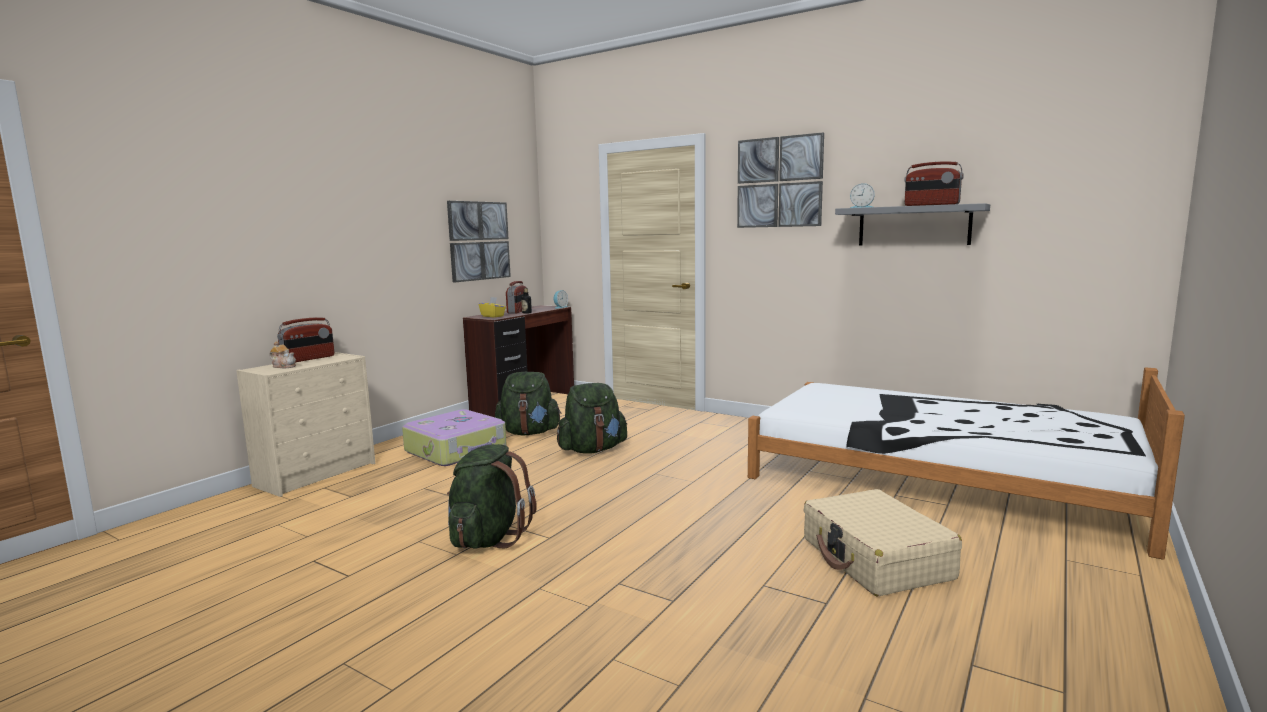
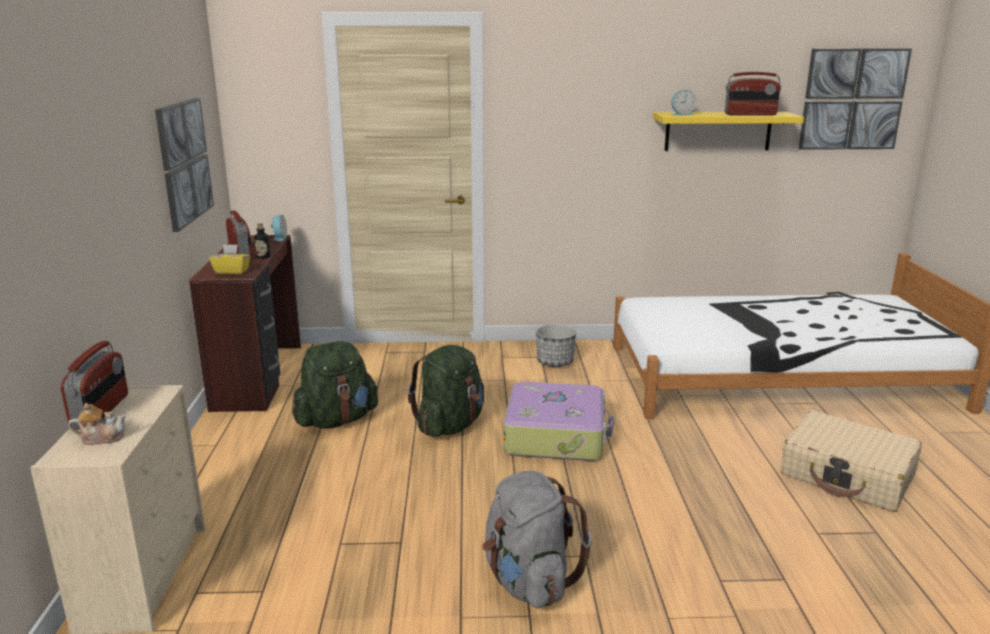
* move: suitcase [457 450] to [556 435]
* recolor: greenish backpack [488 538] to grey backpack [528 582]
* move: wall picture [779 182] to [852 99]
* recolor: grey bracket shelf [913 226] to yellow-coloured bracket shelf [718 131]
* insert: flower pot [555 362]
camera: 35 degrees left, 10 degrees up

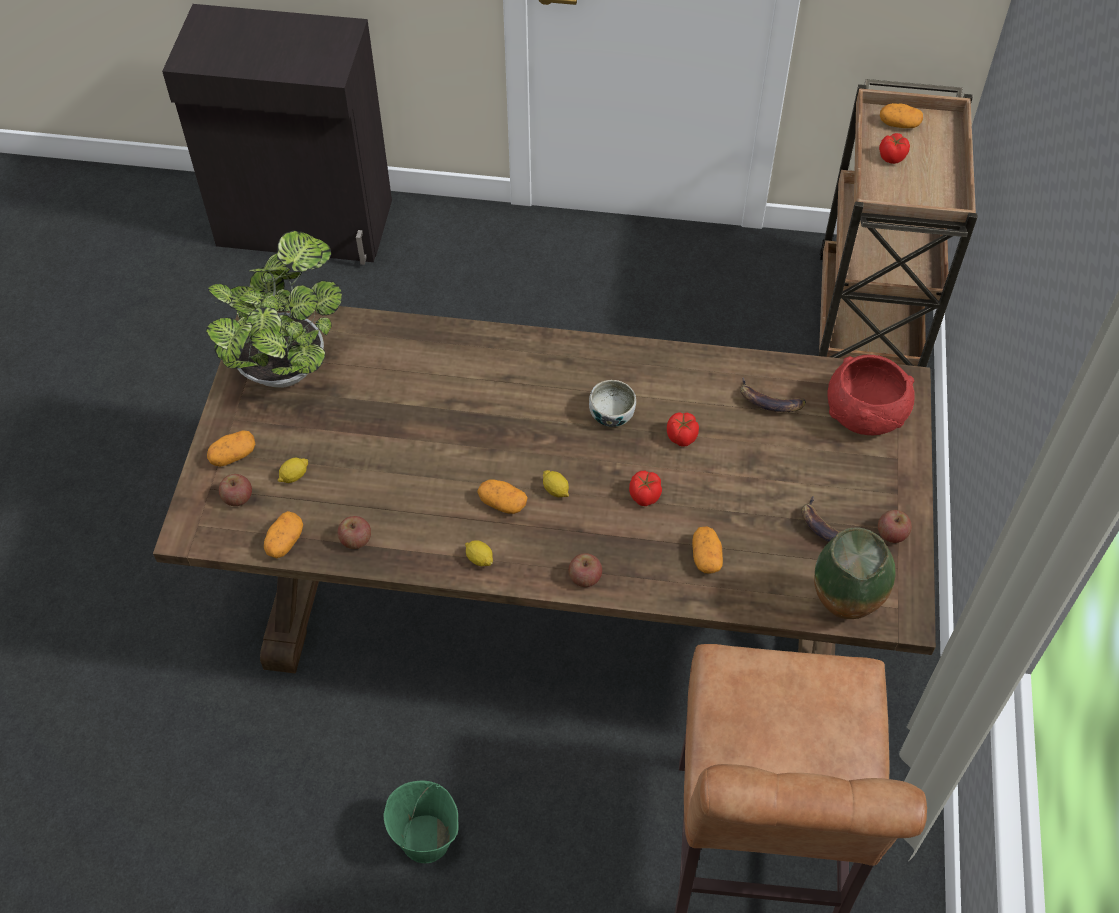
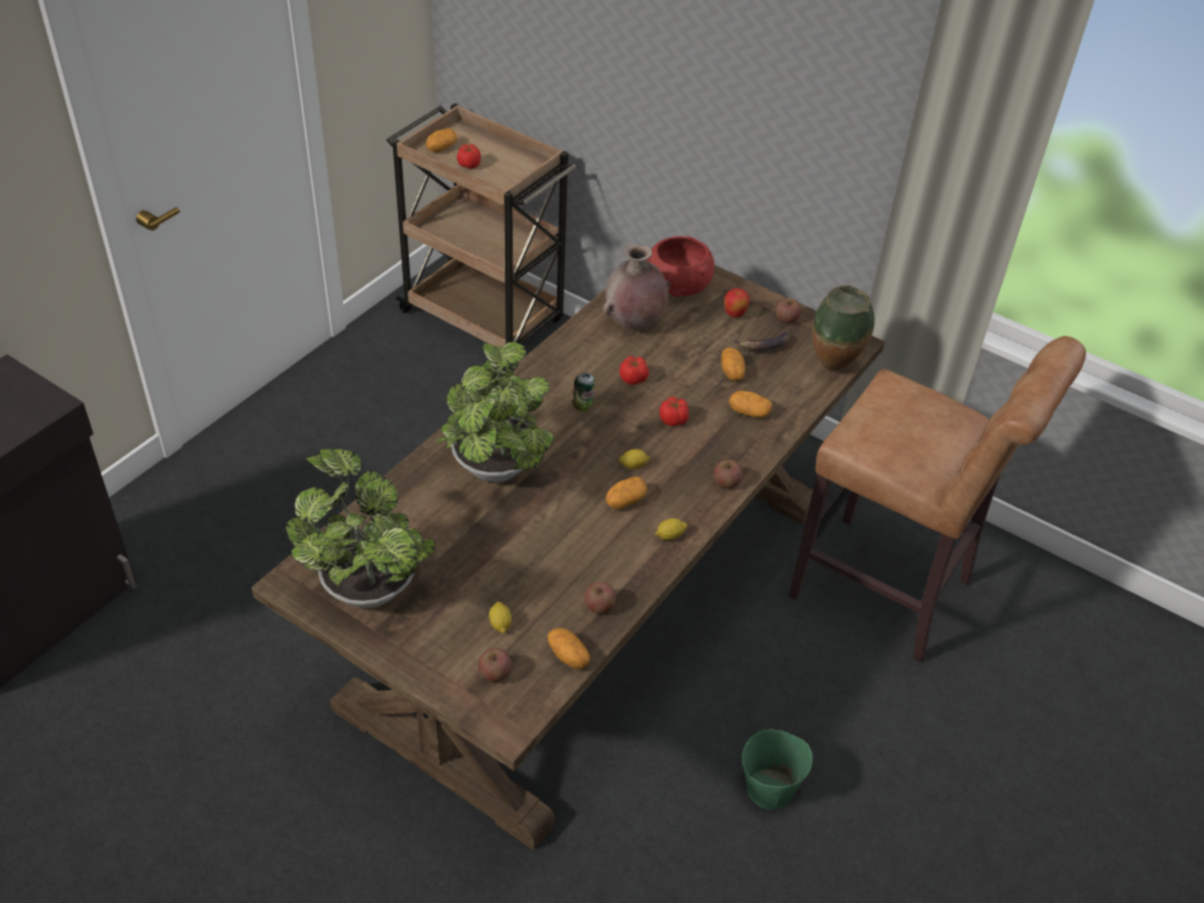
* move: whole potato [233 456] to [732 372]
* replace: deep dish [611 414] to metal can [583 405]
* replace: banana fruit [769 401] to brown-coloured decorative vase [634 323]
* insert: potted plant [495 472]
* insert: whole apple [734 315]
camera: 65 degrees left, 10 degrees down

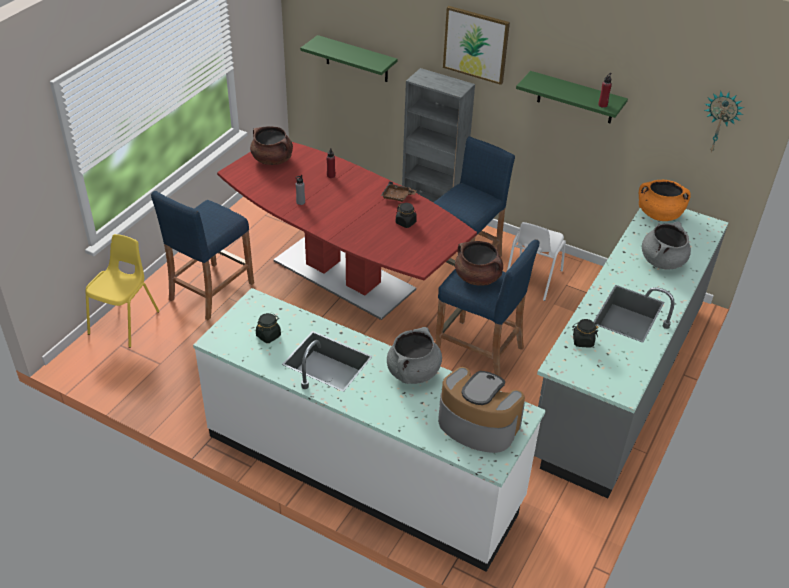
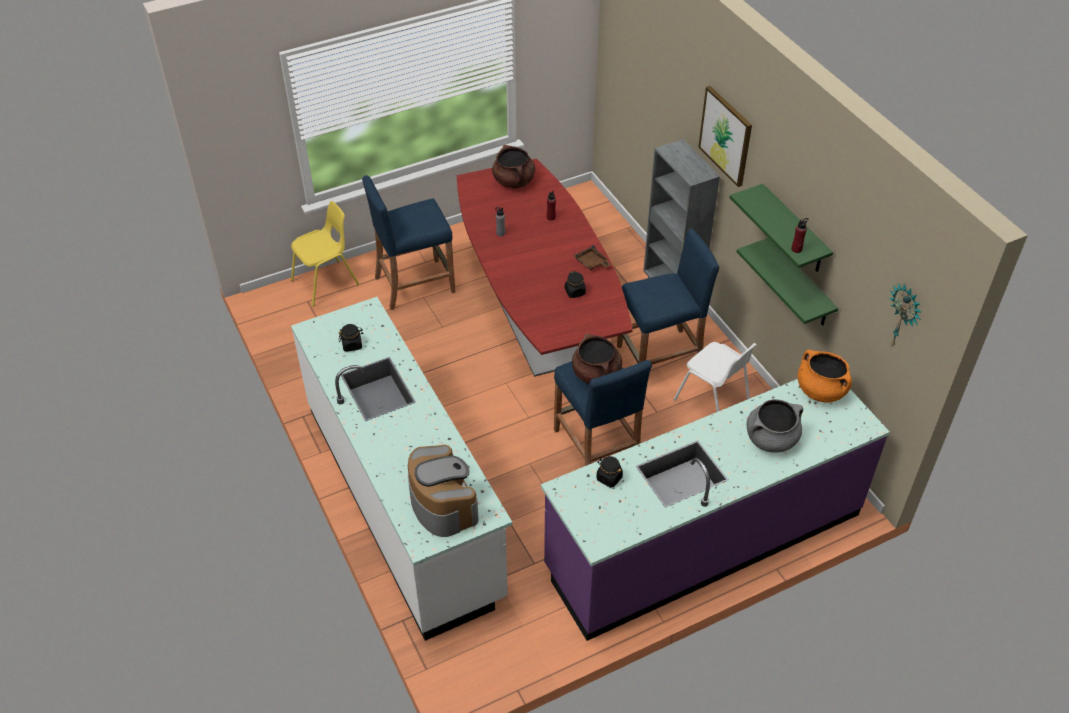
* move: greenish bracket shelf [356 59] to [799 284]
* delete: grey saucepot [413 372]
* rotate: whitish chair [532 279] = [712 402] 105 degrees counterclockwise
* recolor: grey counter [618 380] to purple counter [703 540]
camera: 35 degrees right, 5 degrees up

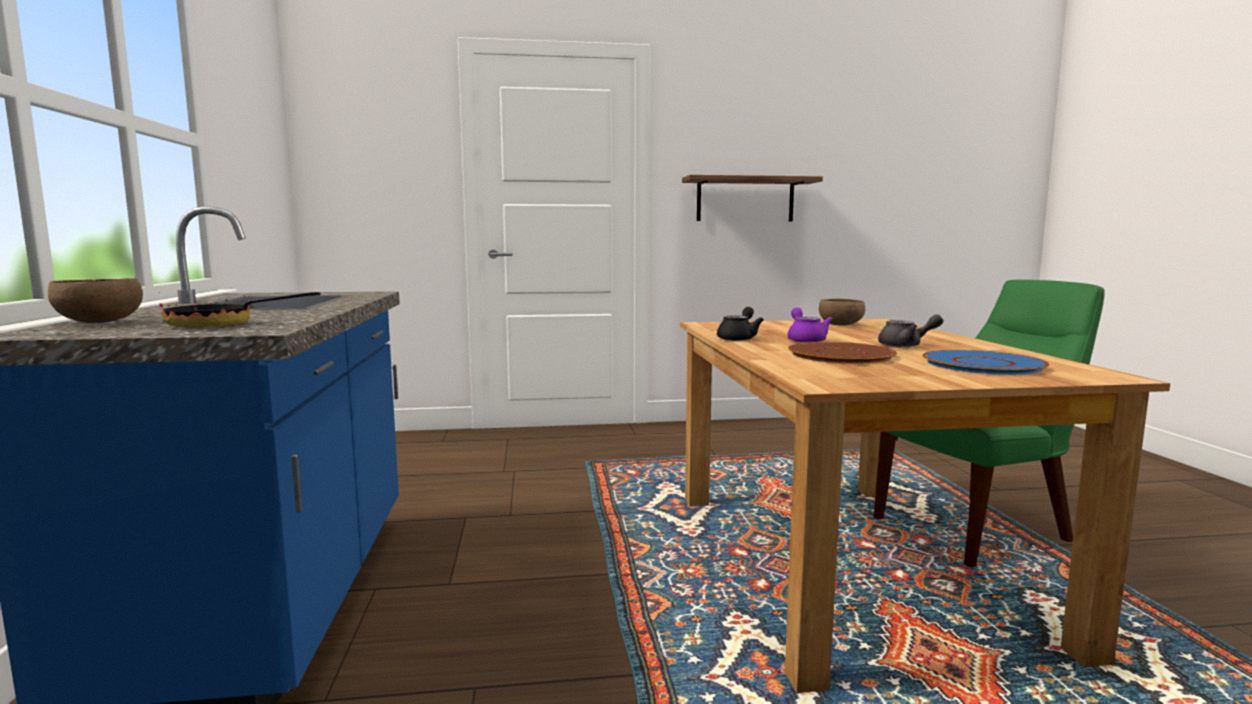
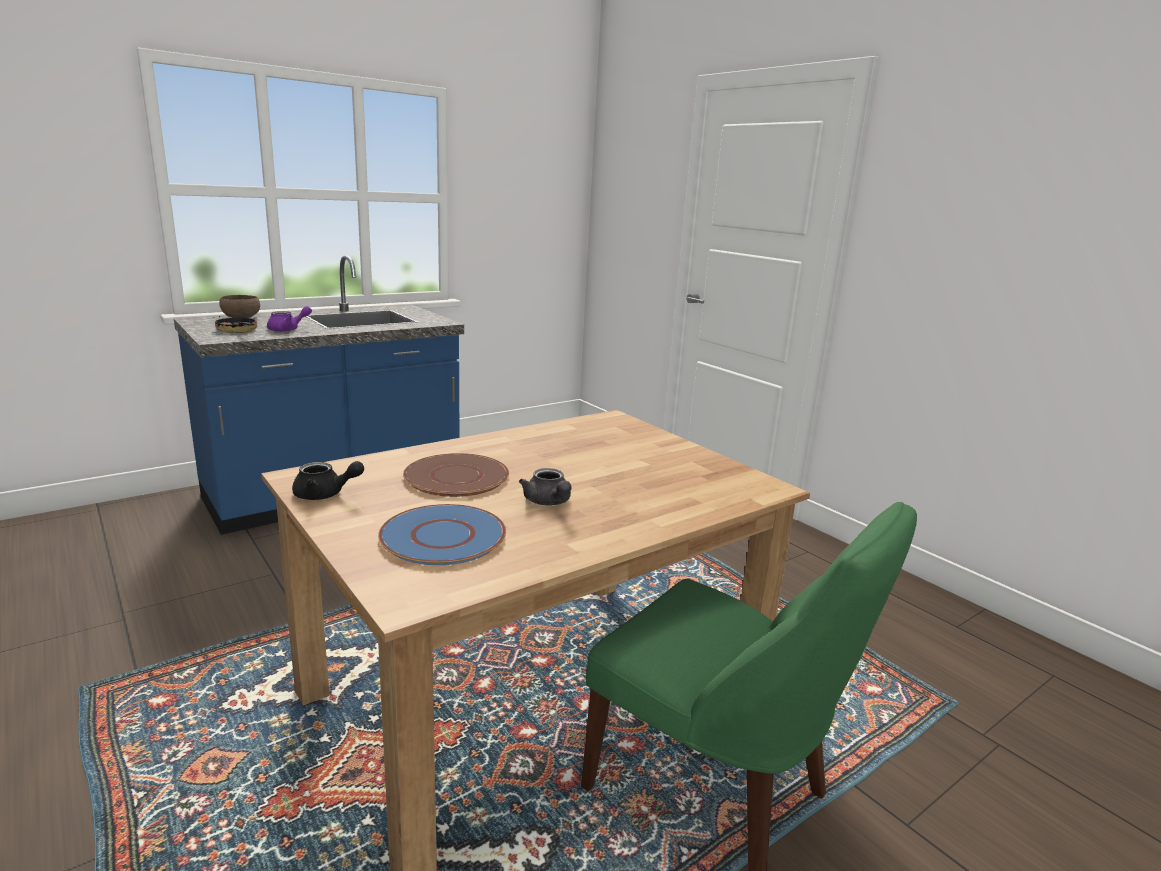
* delete: bracket shelf [745 200]
* move: blackish pot for tea [739 338] to [325 494]
* move: purple pot for tea [805 340] to [288 329]
* delete: brown-coloured deep dish [841 325]
camera: 60 degrees right, 10 degrees up

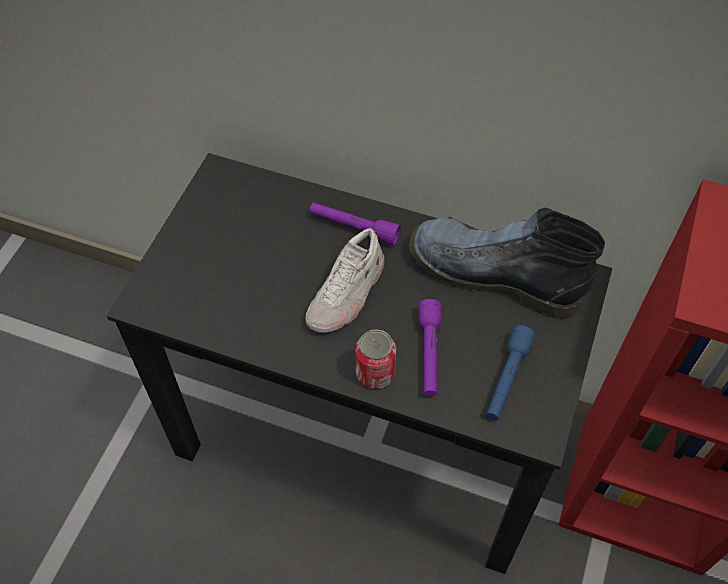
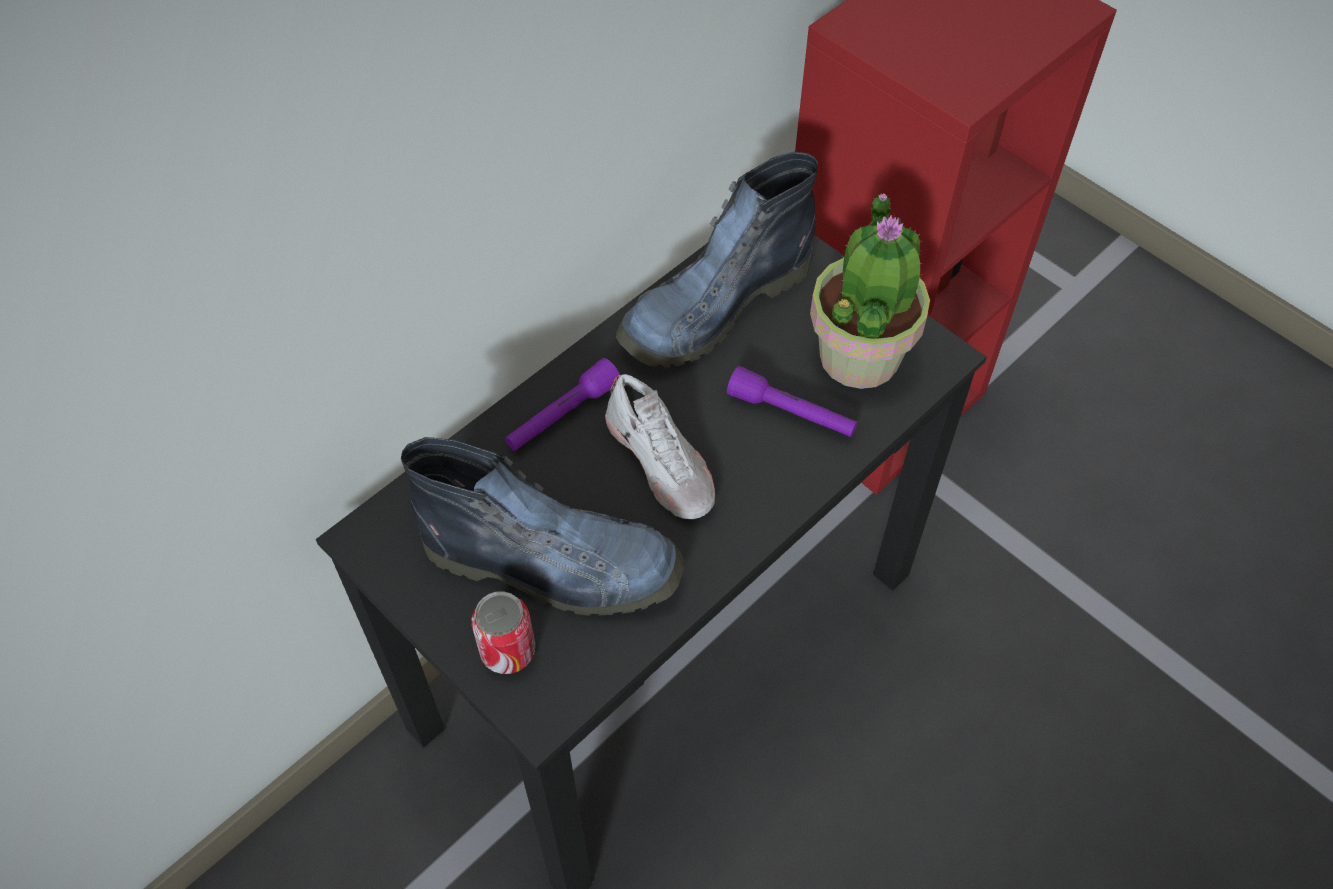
* move: metal can [375 373] to [507 650]
* replace: blue hand torch [507 379] to potted plant [860 355]
* insert: boot [556 562]
camera: 65 degrees left, 0 degrees up

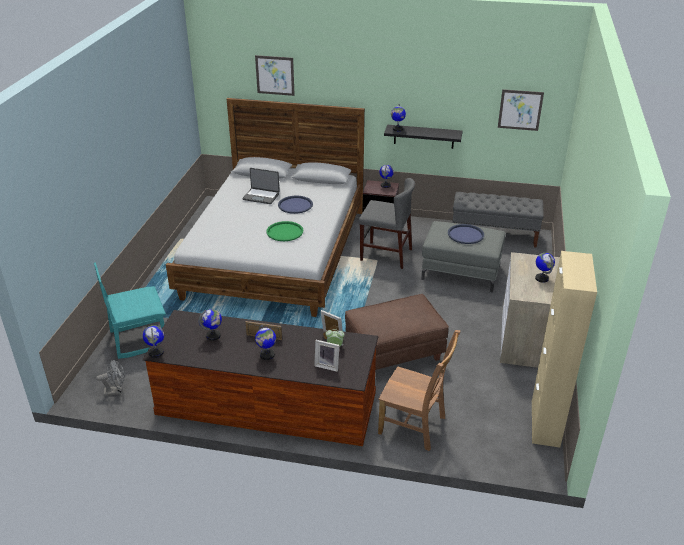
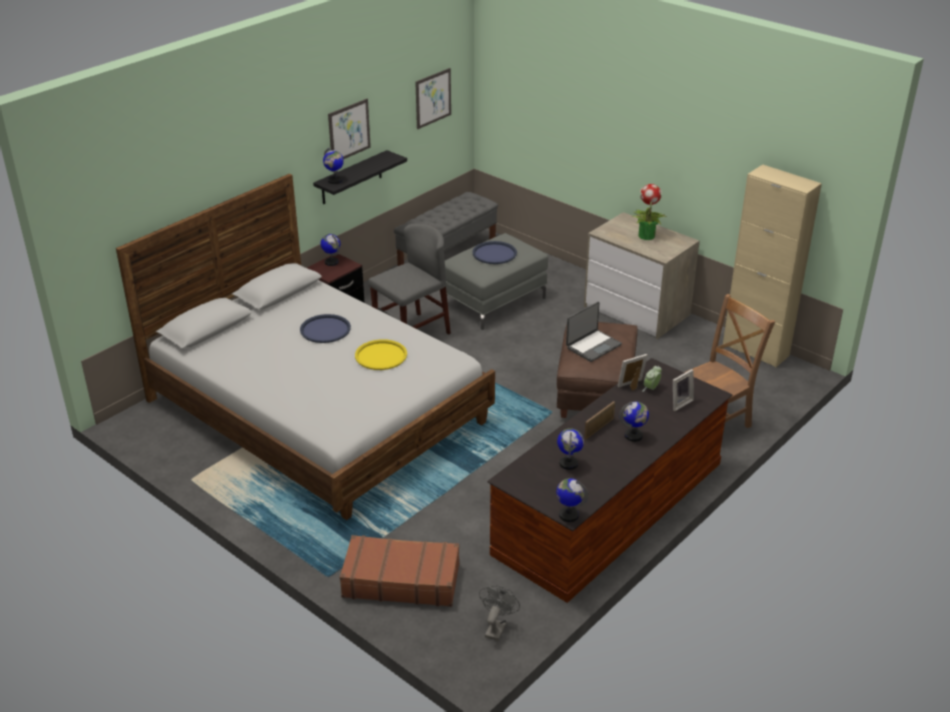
* replace: turquoise-coloured chair [139 339] to brown-coloured suitcase [401 580]
* move: laptop [261 196] to [593 346]
* move: wall picture [275 75] to [349 130]
* recolor: greenish serving tray [285 232] to yellow-coloured serving tray [381 355]
* replace: world globe [541 278] to potted plant [646 235]
camera: 60 degrees left, 0 degrees up

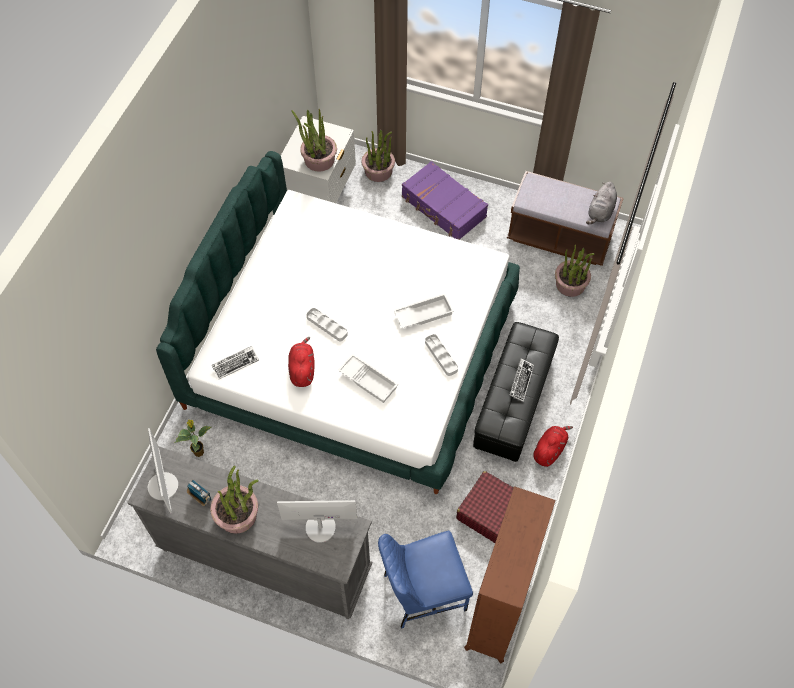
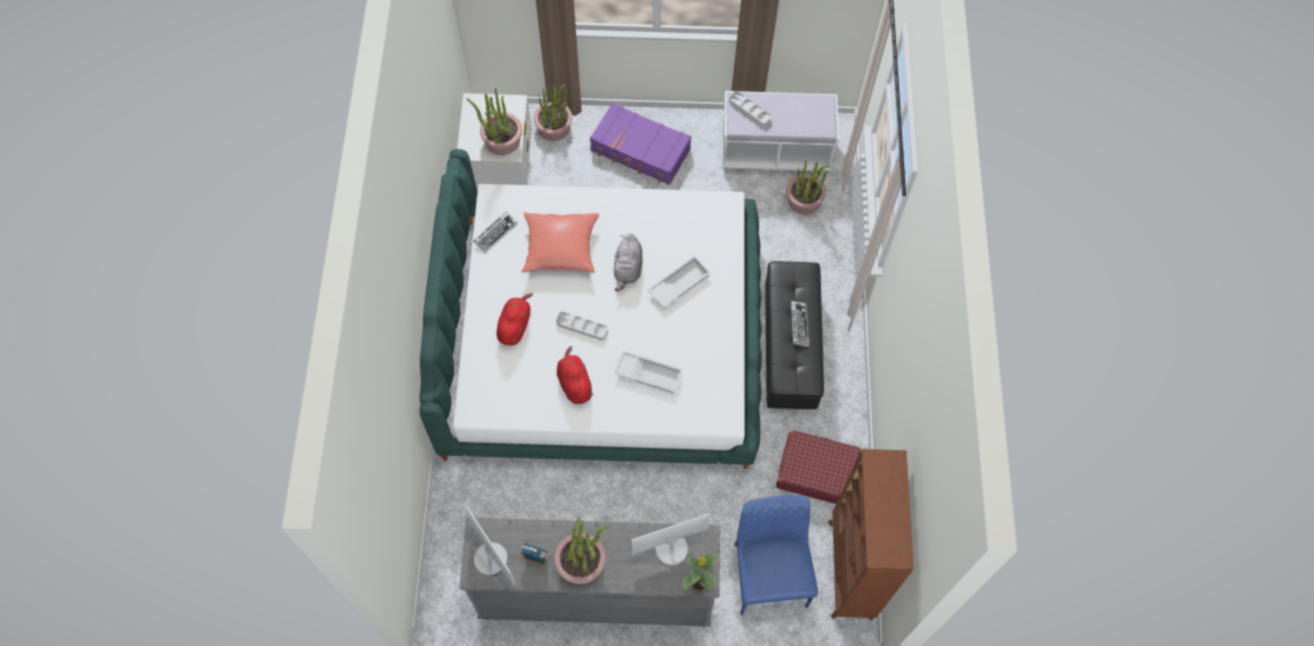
* move: potted plant [199 451] to [698 585]
* move: keyboard [235 364] to [495 233]
* rotate: blue chair [422 591] = [769 573] 120 degrees clockwise
* move: grey serving tray [441 356] to [749 110]
* recolor: brown-coloured bench [559 238] to whitish bench [775 151]
* move: red-coloured plush toy [549 449] to [515 325]
* move: grey plush toy [600 212] to [628 269]
* insert: red-coloured cushion [560 250]
camera: 20 degrees left, 5 degrees up

